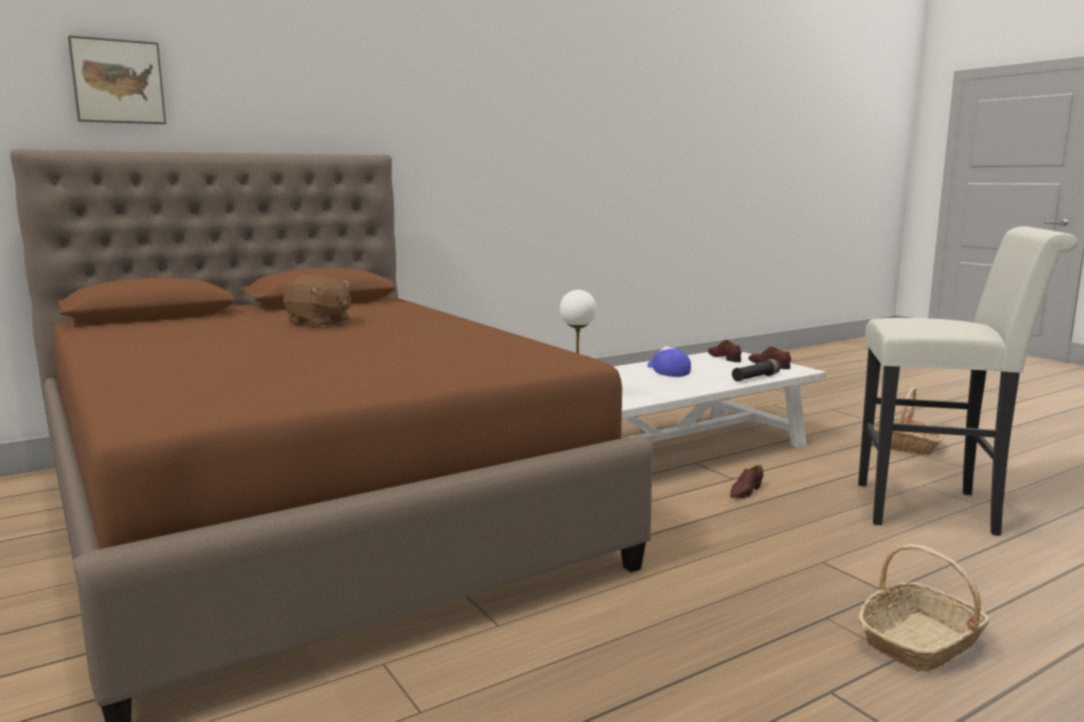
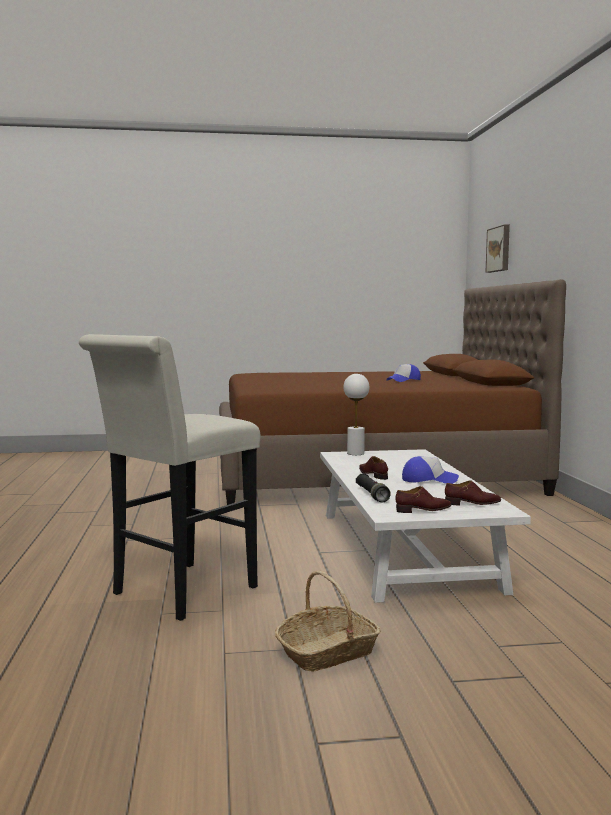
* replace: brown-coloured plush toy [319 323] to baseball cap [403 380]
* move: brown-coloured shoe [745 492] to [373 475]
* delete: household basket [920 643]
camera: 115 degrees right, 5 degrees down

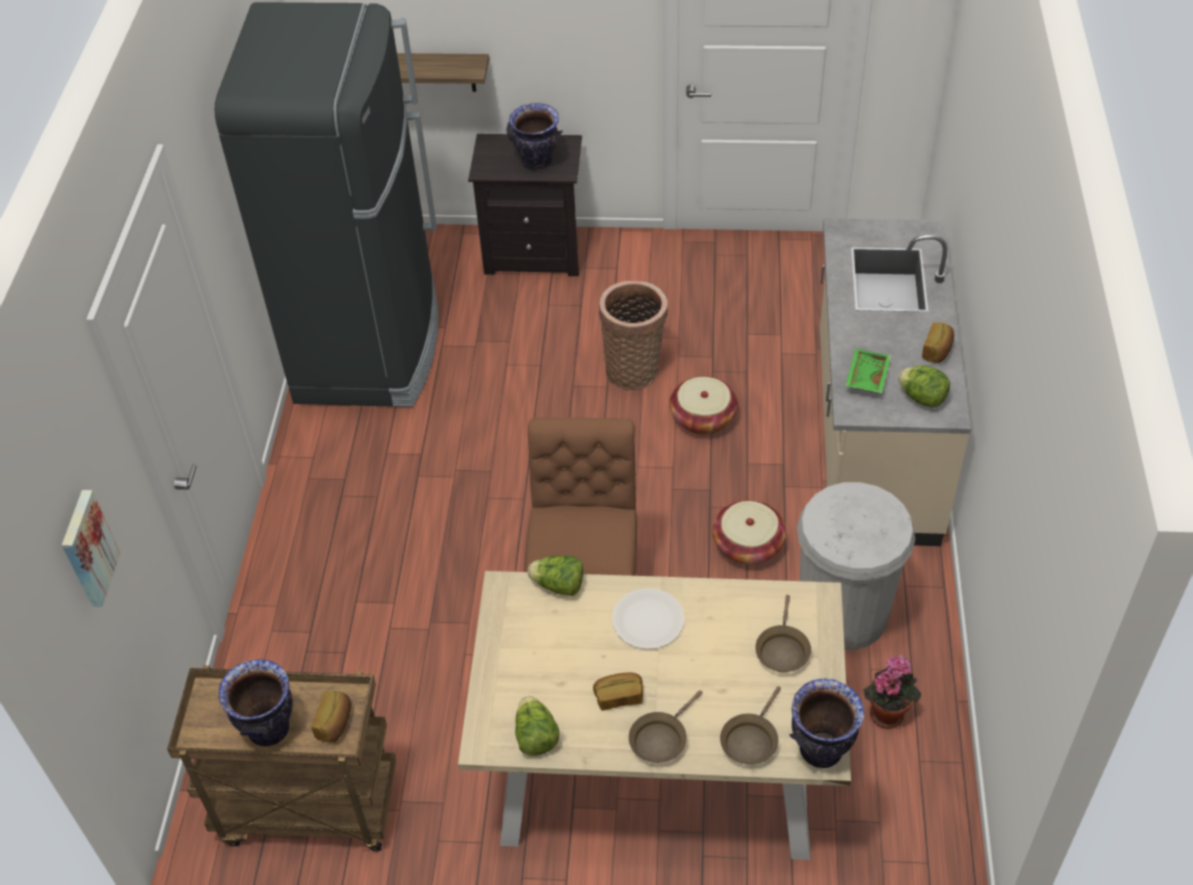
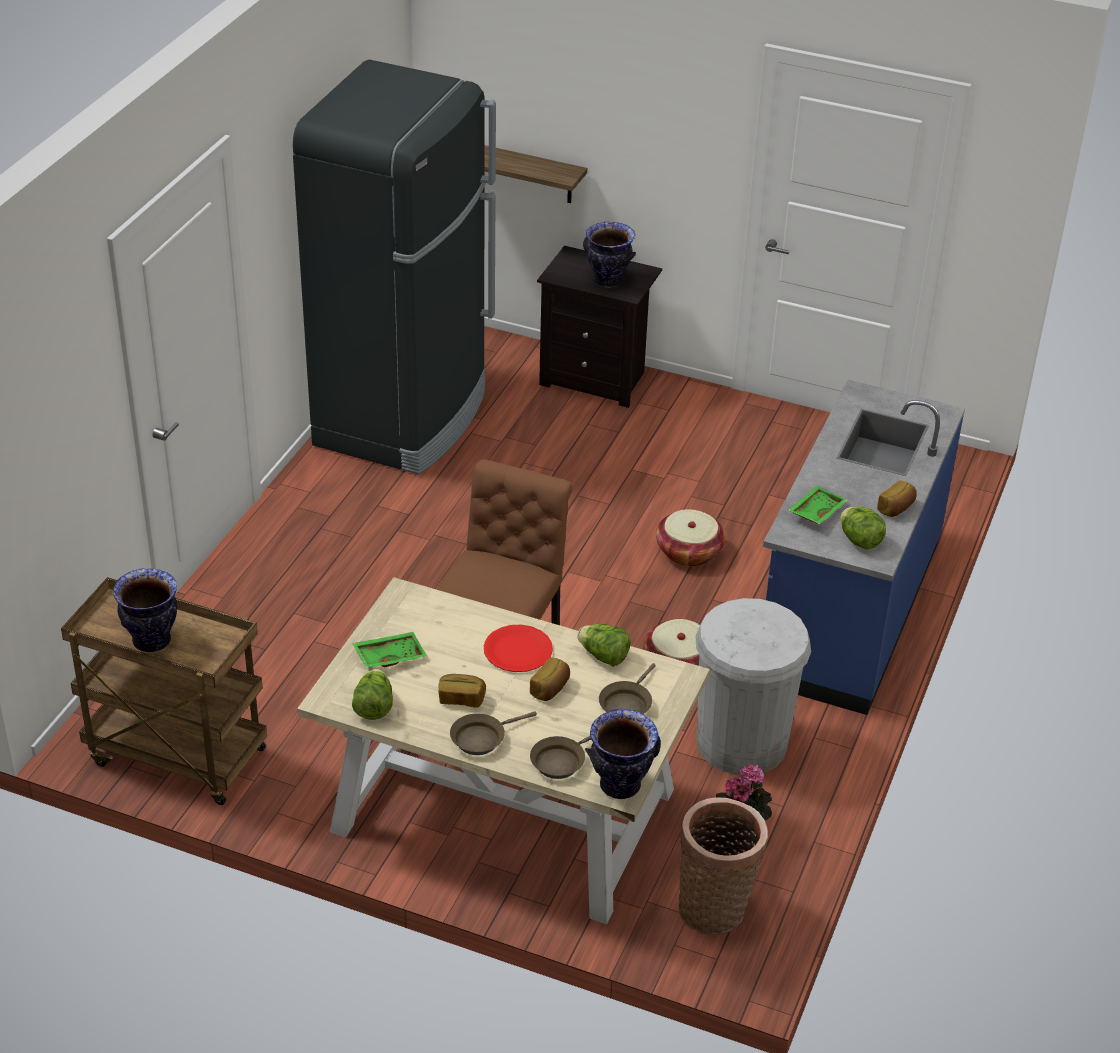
* delete: wall picture [87 548]
* move: bread [335 723] to [550 689]
* move: lettuce head [558 585] to [603 656]
* move: household basket [634 369] to [715 907]
* recolor: whitish dinner plate [648 620] to red-coloured dinner plate [518 650]
* recolor: beige counter [872 437] to blue counter [847 610]
* insert: greenish serving tray [389 656]
camera: 15 degrees right, 10 degrees down

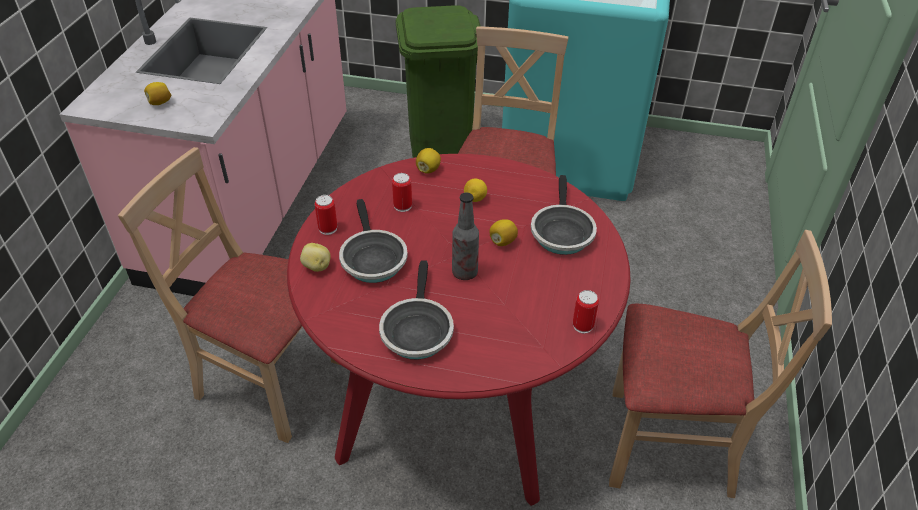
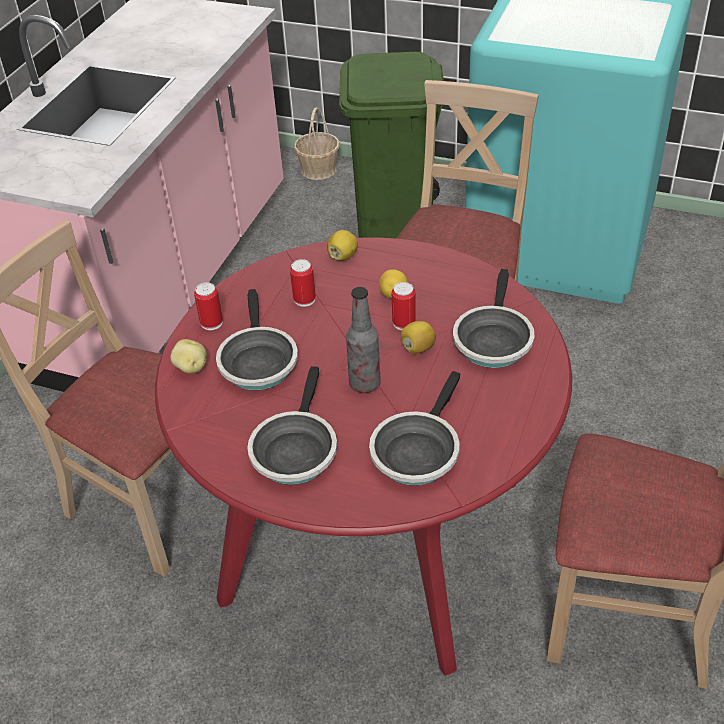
* delete: lemon [160 102]
* move: metal can [583 325] to [404 323]
* insert: household basket [318 169]
* insert: skillet [417 451]
camera: 10 degrees right, 0 degrees up

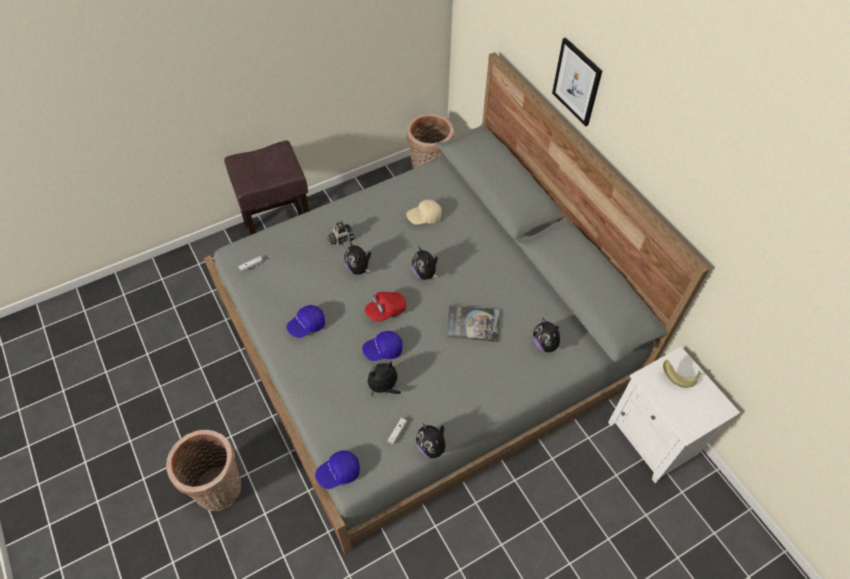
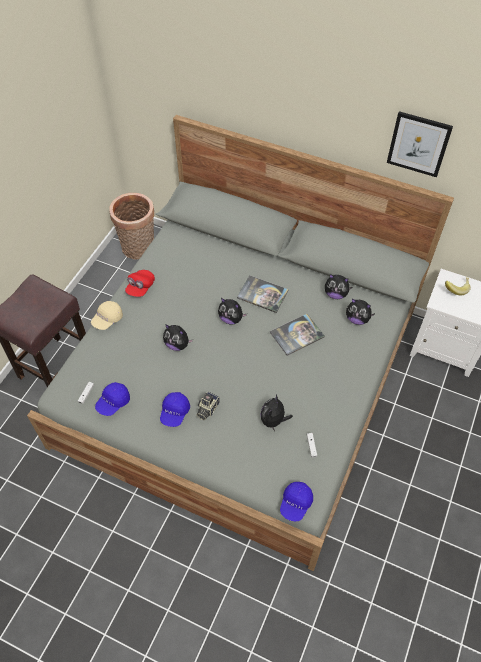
* delete: household basket [220 490]
* move: still camera [340 239] to [207 409]
* move: blue baseball cap [383 350] to [113 402]
* move: red-coloured baseball cap [386 311] to [140 288]
* move: beige baseball cap [424 217] to [107 319]
* move: plush toy [432 447] to [336 294]
* move: wall picture [577 82] to [418 144]
* insert: book [262 294]
camera: 35 degrees left, 0 degrees up

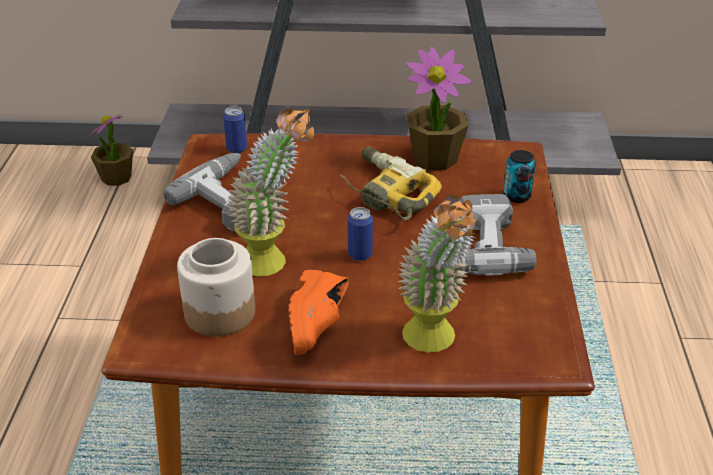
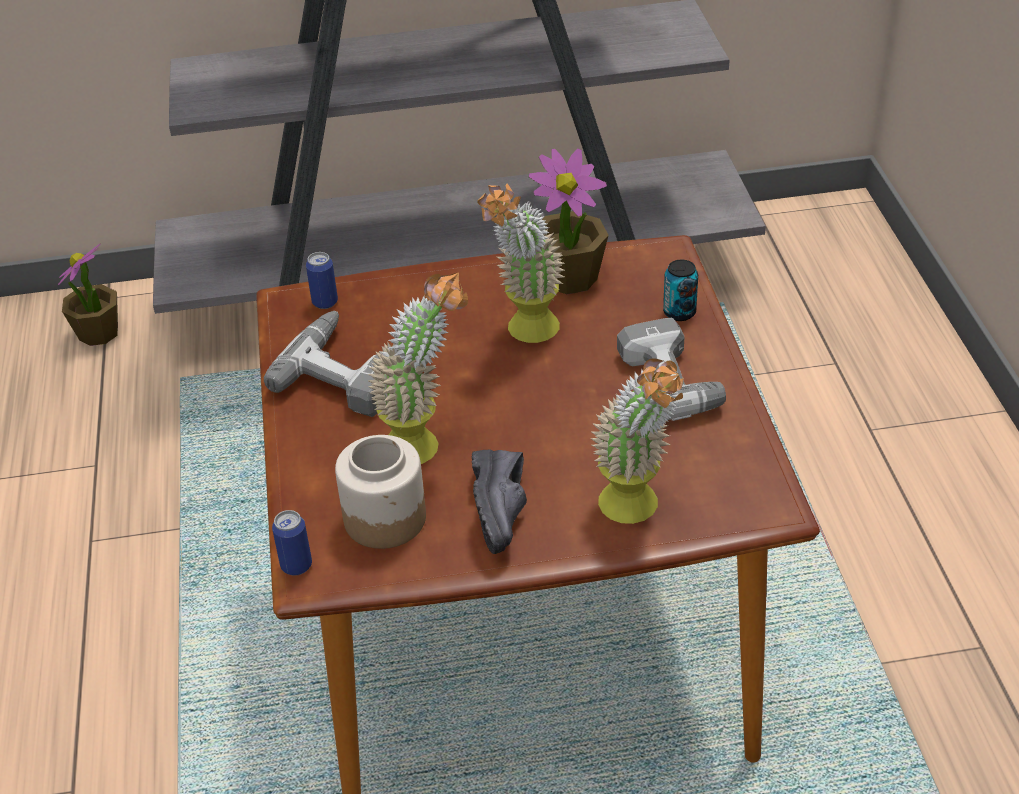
* recolor: orange-coloured shoe [321 325] to blackish shoe [505 513]
* replace: drill [385 193] to potted plant [525 334]
* move: metal can [360 254] to [296 565]
camera: 10 degrees left, 5 degrees up

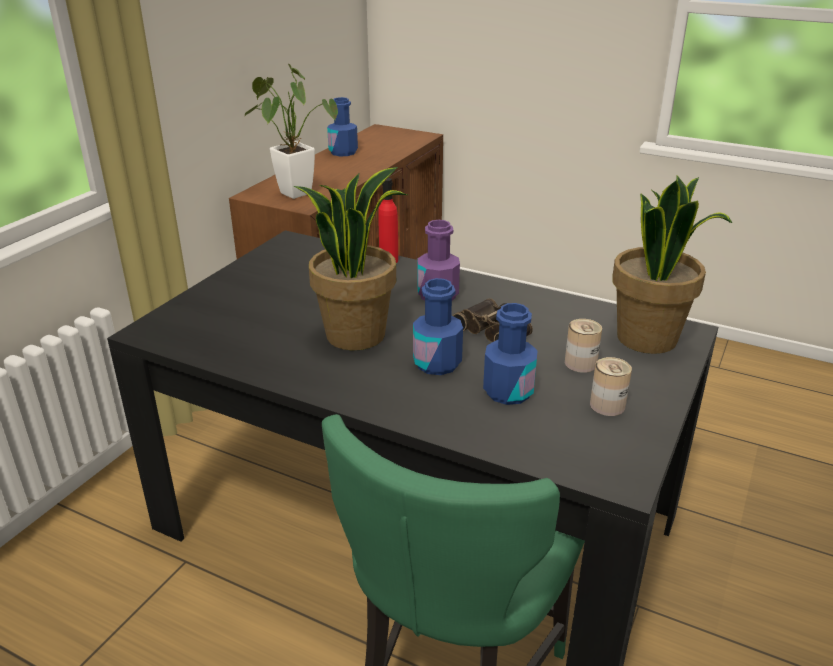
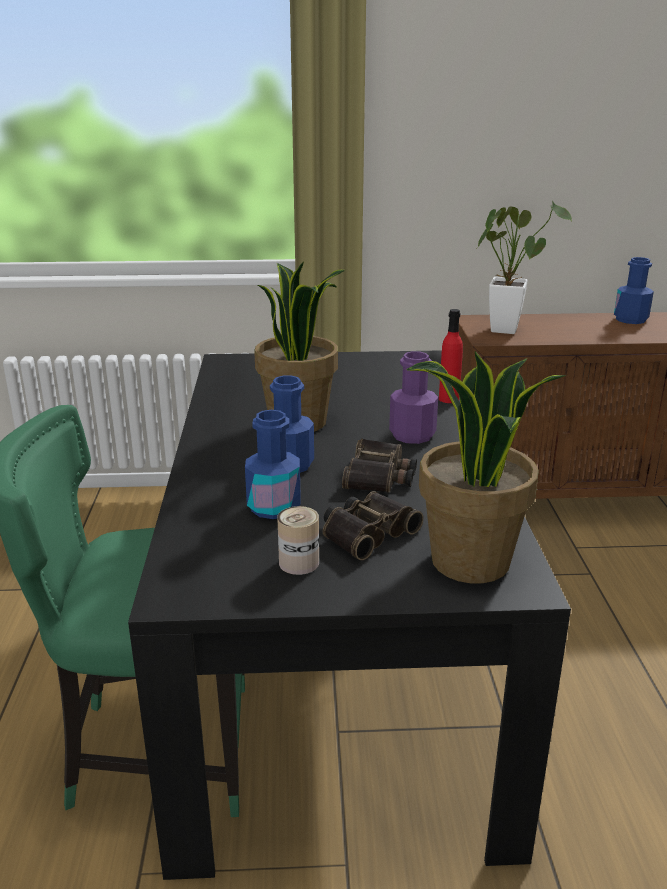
* replace: metal can [580 363] to field glasses [366 532]
camera: 60 degrees right, 5 degrees down

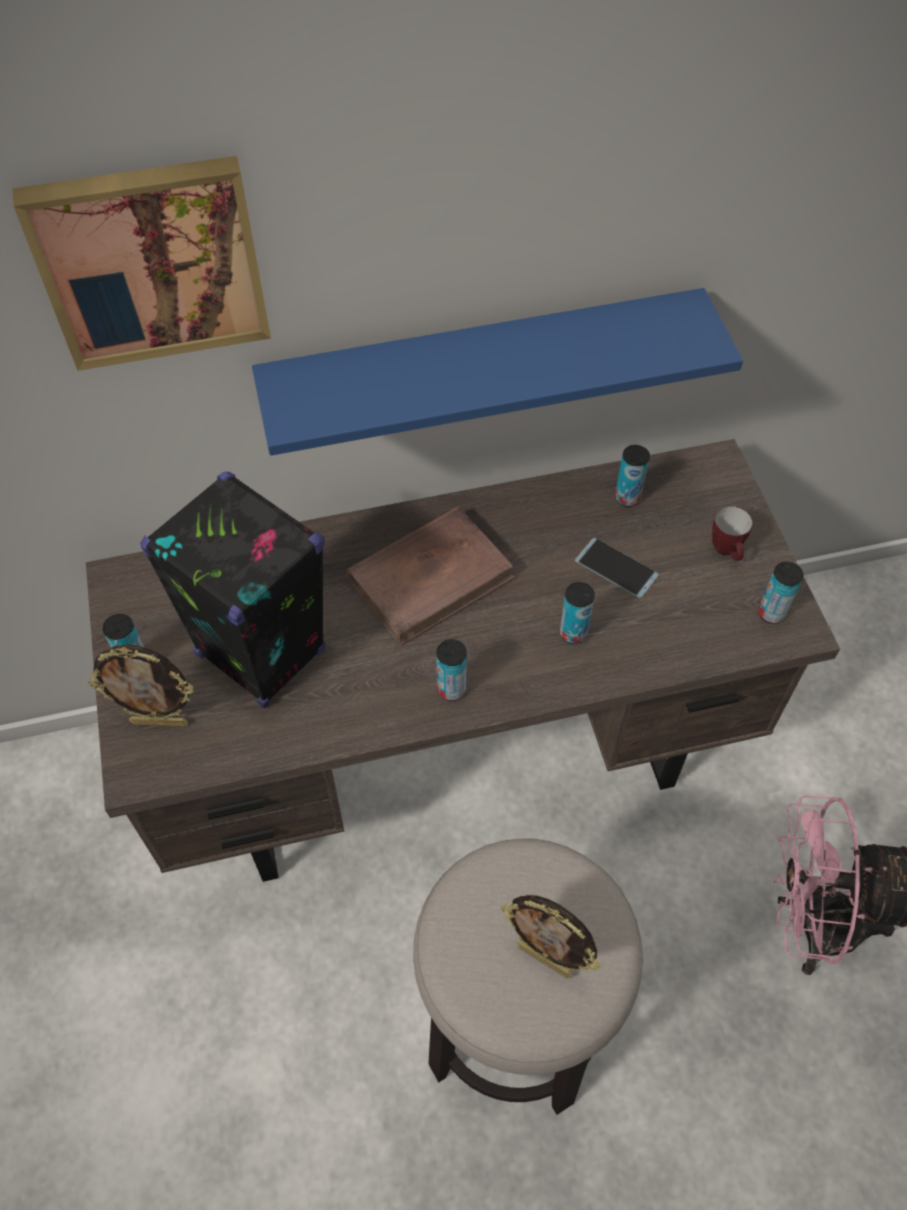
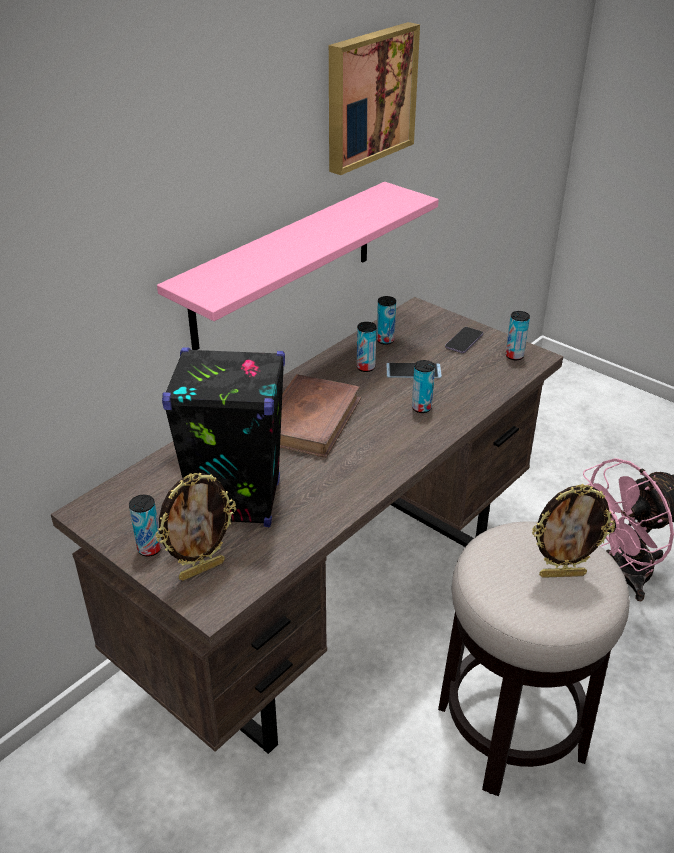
* move: wall picture [151 261] to [368 96]
* recolor: blue bracket shelf [482 368] to pinkish bracket shelf [284 265]
* move: metal can [451 689] to [365 367]
* replace: tea mug [727 552] to phone [464 341]
camera: 35 degrees left, 20 degrees down

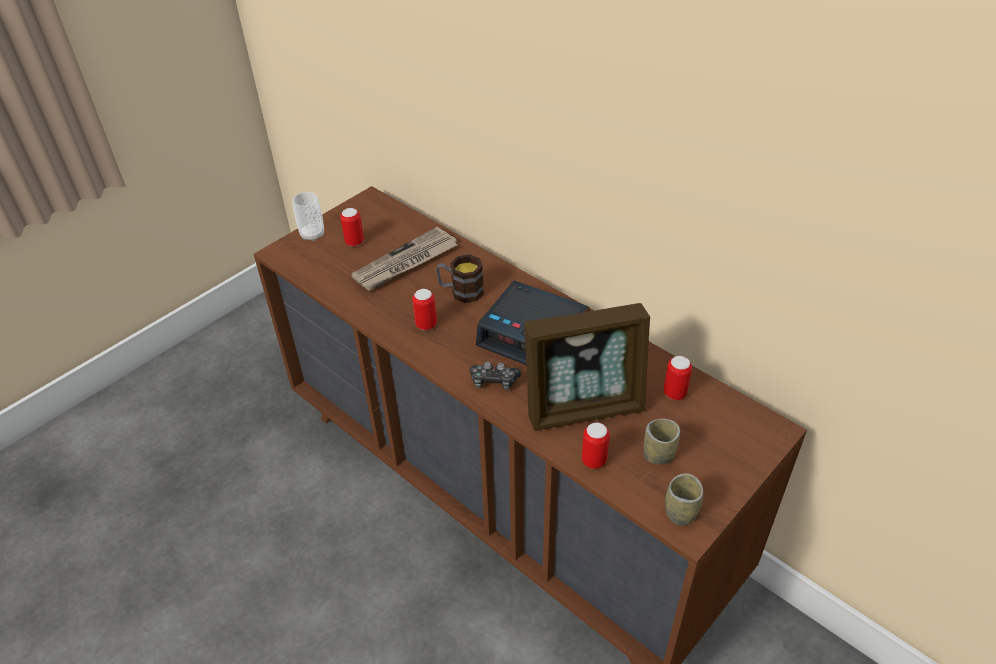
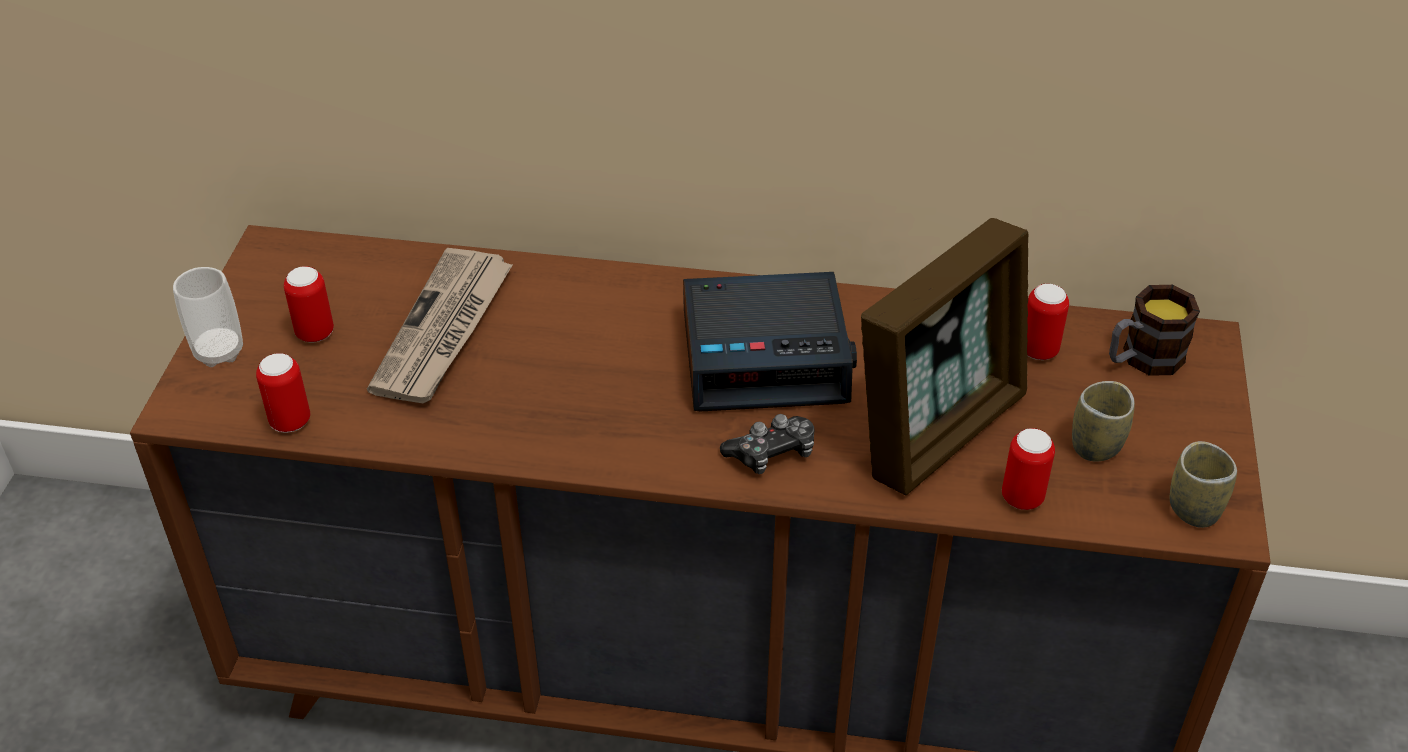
* move: metal can [426 325] to [290 421]
* move: tea mug [460 291] to [1142 359]
camera: 35 degrees left, 0 degrees up

